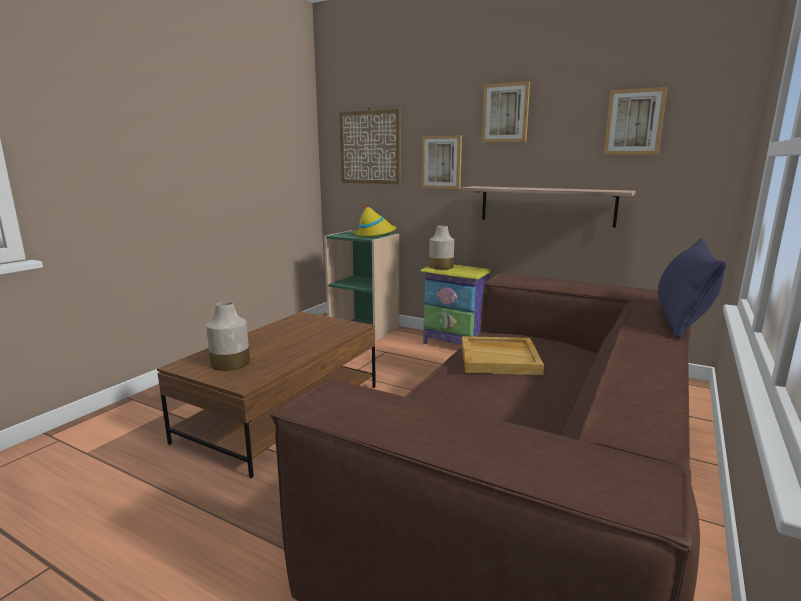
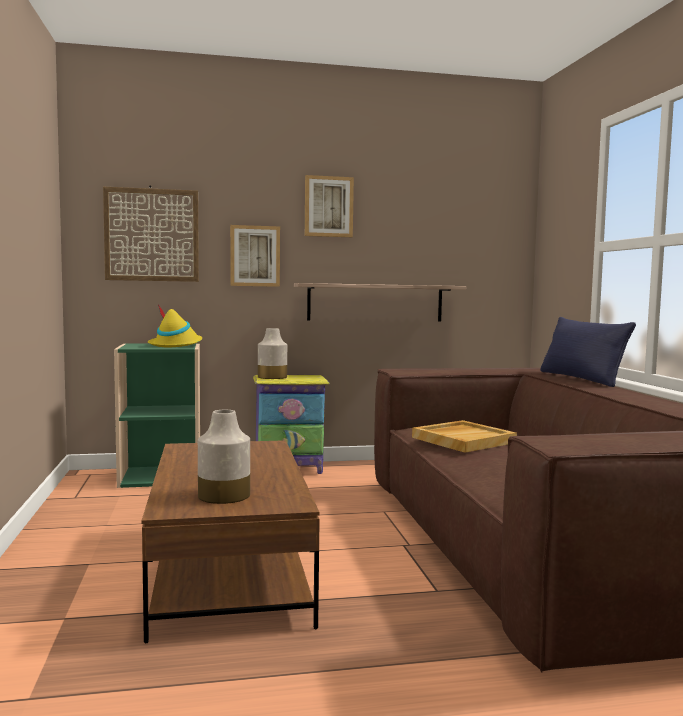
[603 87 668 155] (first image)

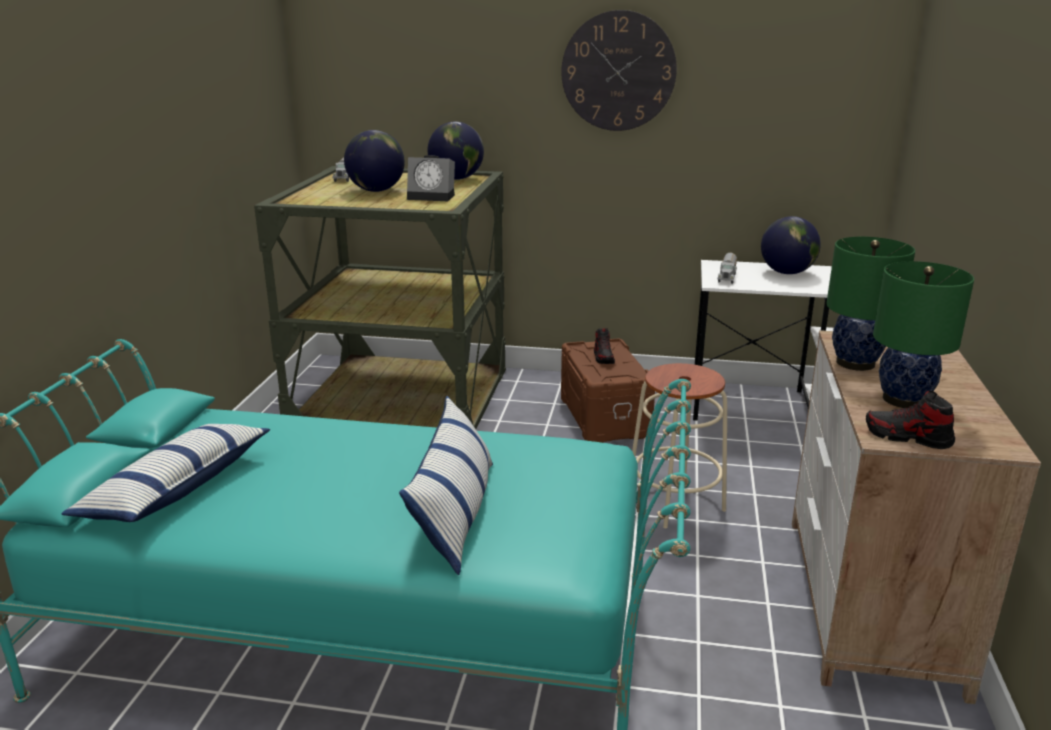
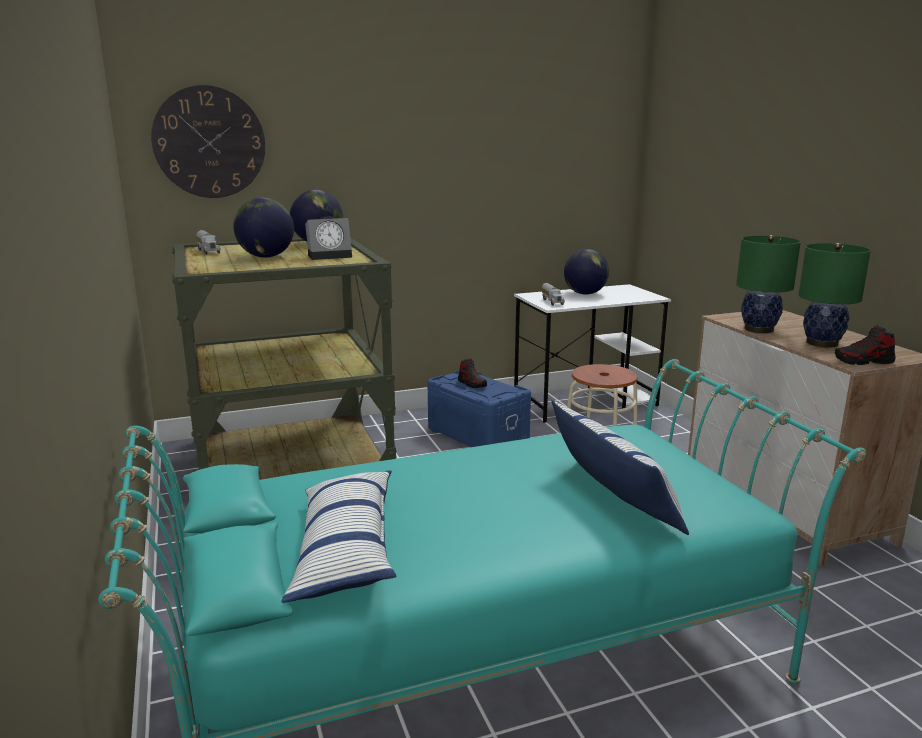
[151 85 265 198]
[428 371 531 447]

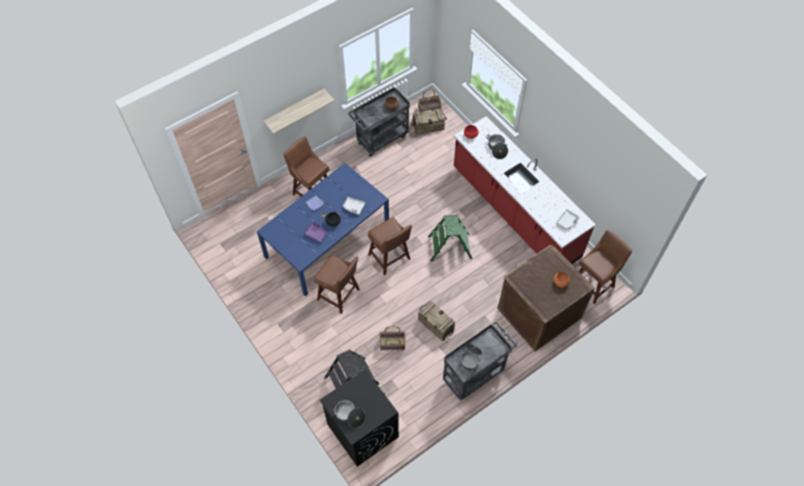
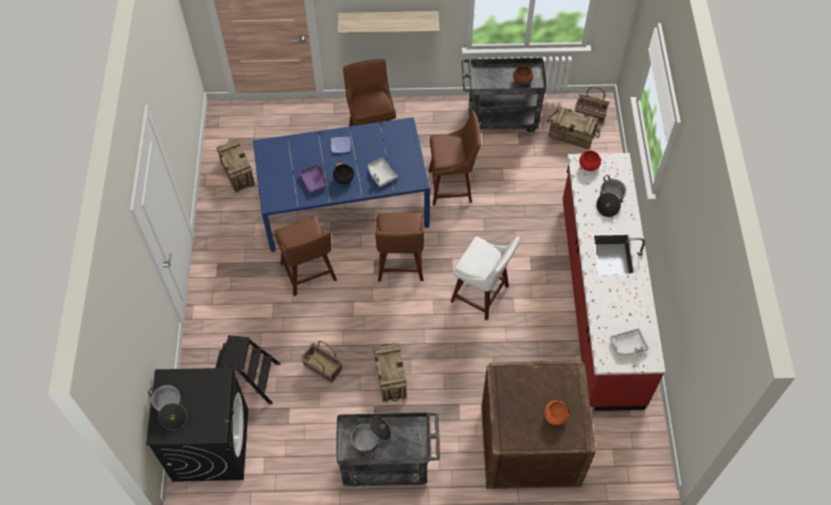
[216 140 255 193]
[429 111 481 206]
[451 236 520 320]

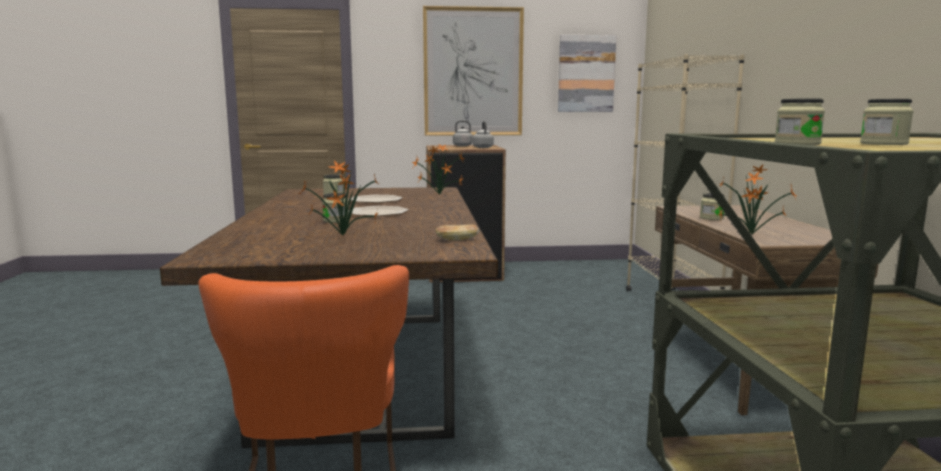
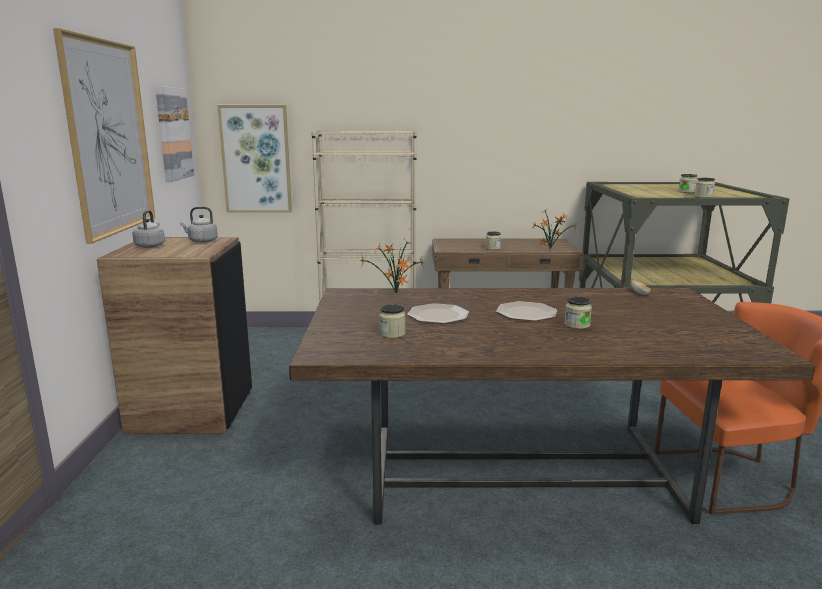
[218 105 292 213]
[299 160 379 236] (first image)

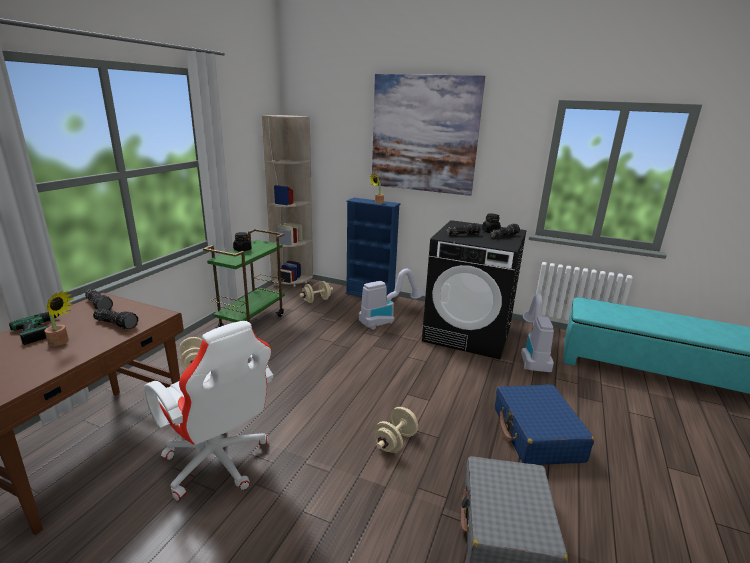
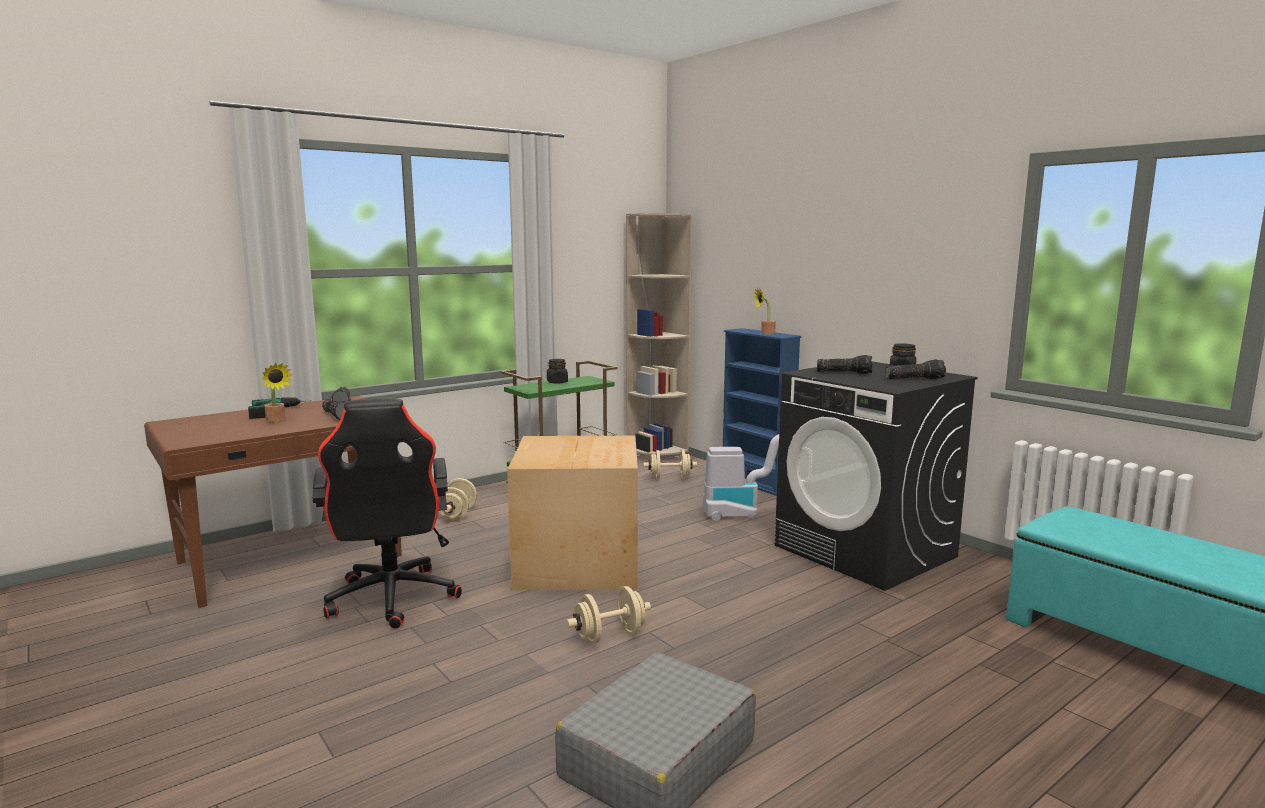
[313 398 462 629]
[507 436 638 590]
[372 74 485 196] (first image)
[495 385 594 465] (first image)
[521 293 554 372] (first image)

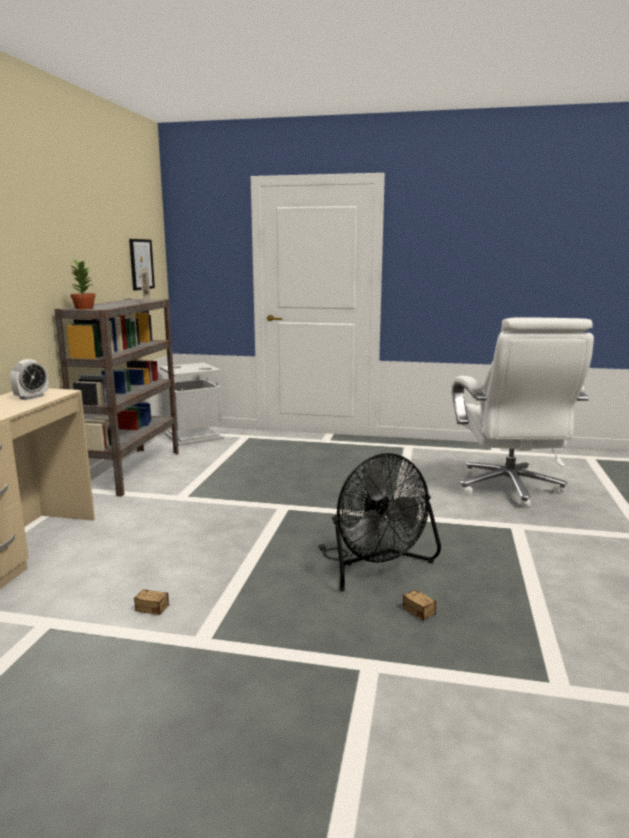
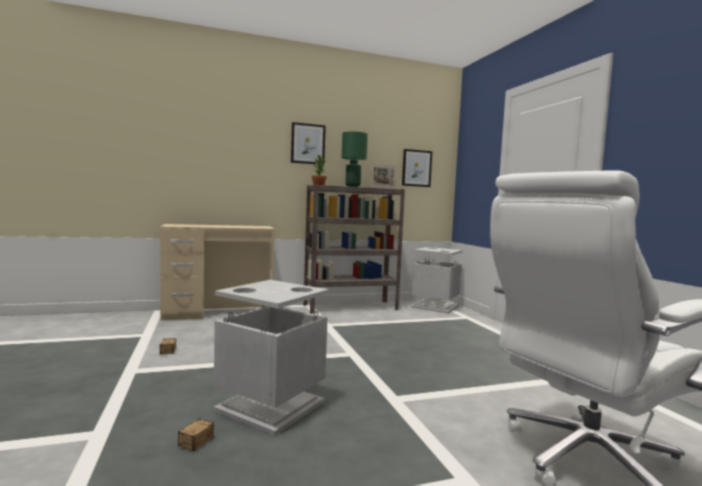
[214 280 329 436]
[291 122 326 164]
[342 131 368 187]
[10 359 48 400] (first image)

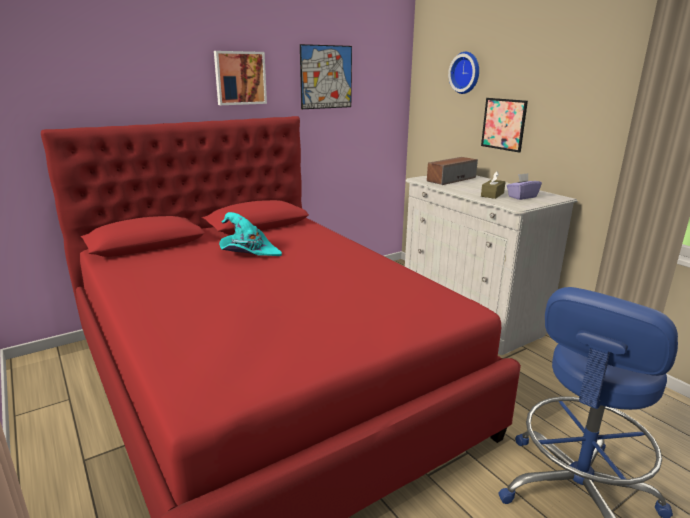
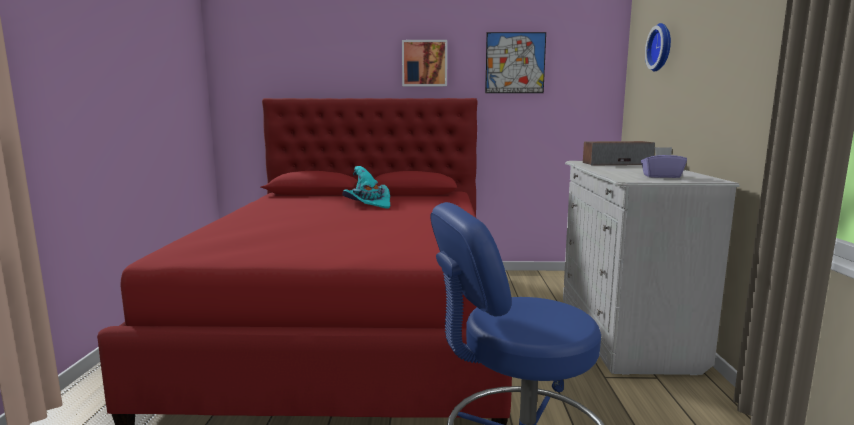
[481 98 528 152] (first image)
[481 171 506 199] (first image)

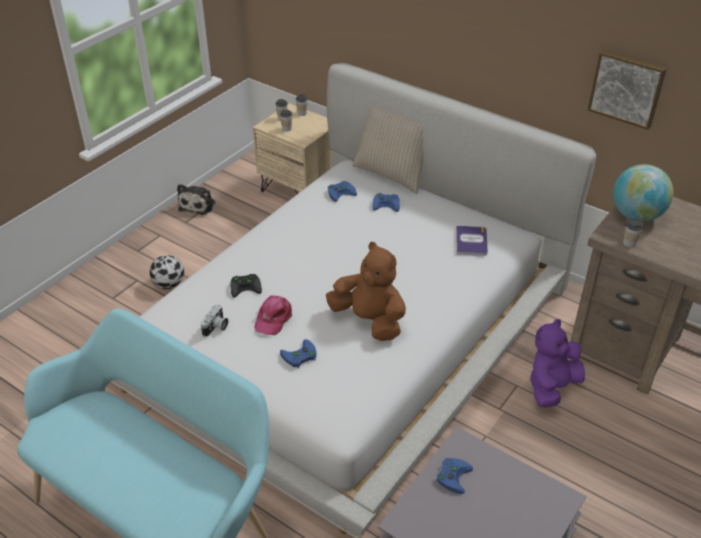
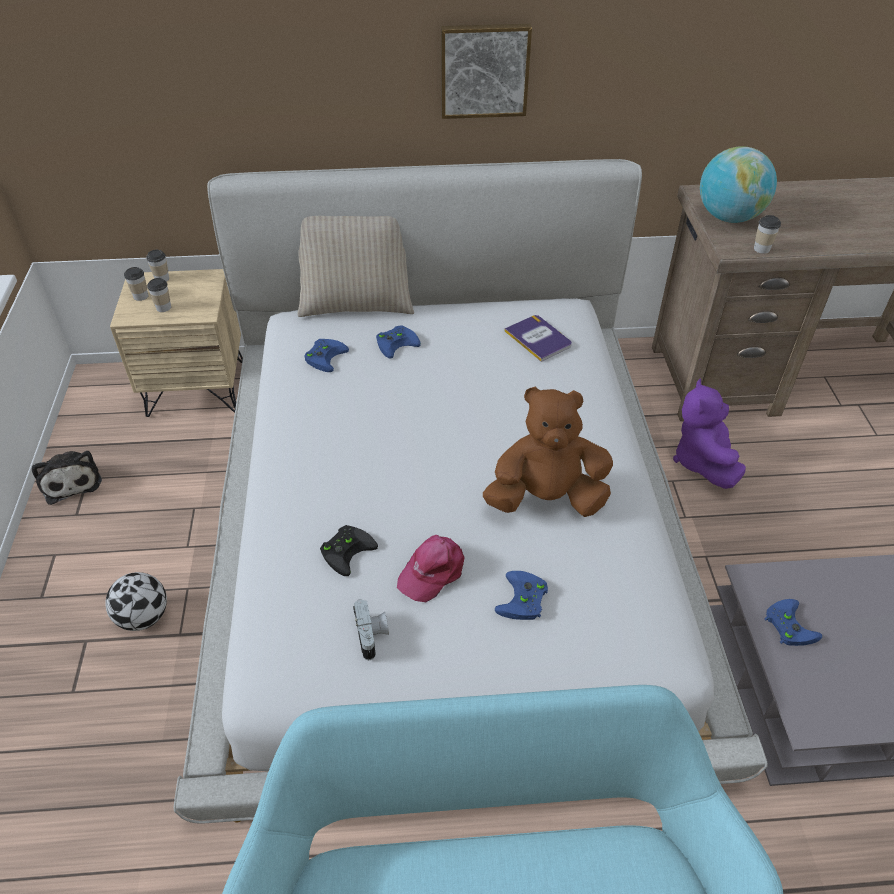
[397 535 465 602]
[441 24 532 119]

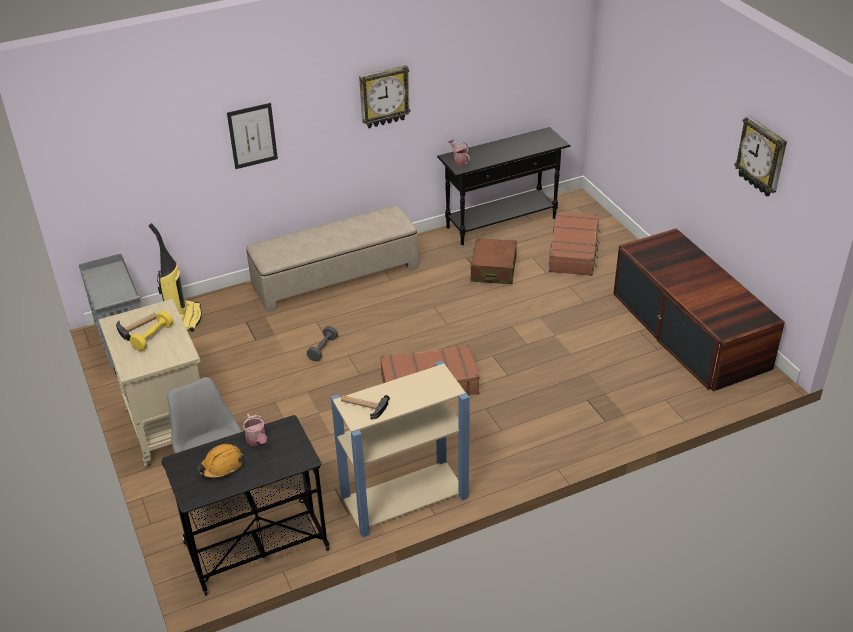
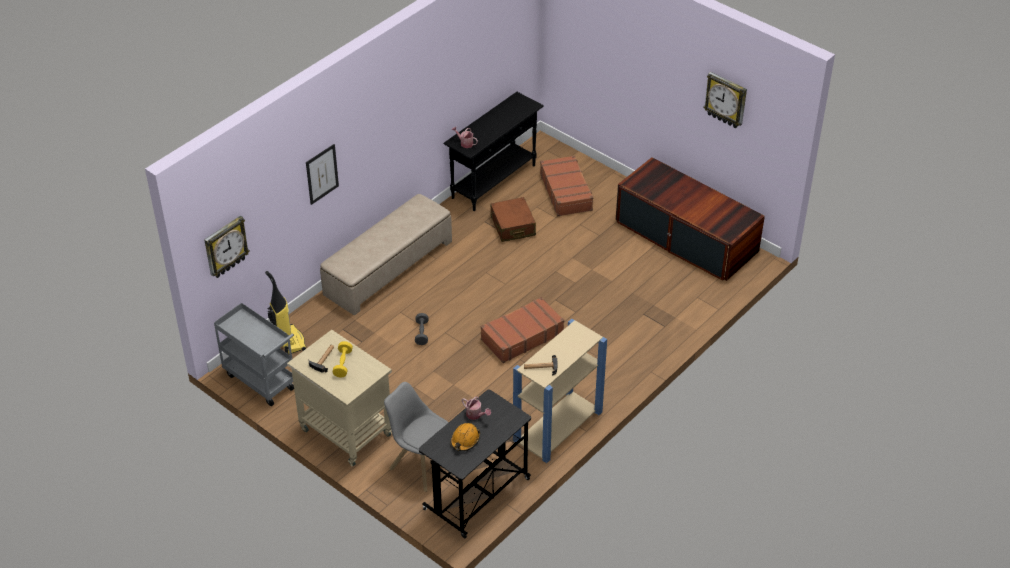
[204 216 250 278]

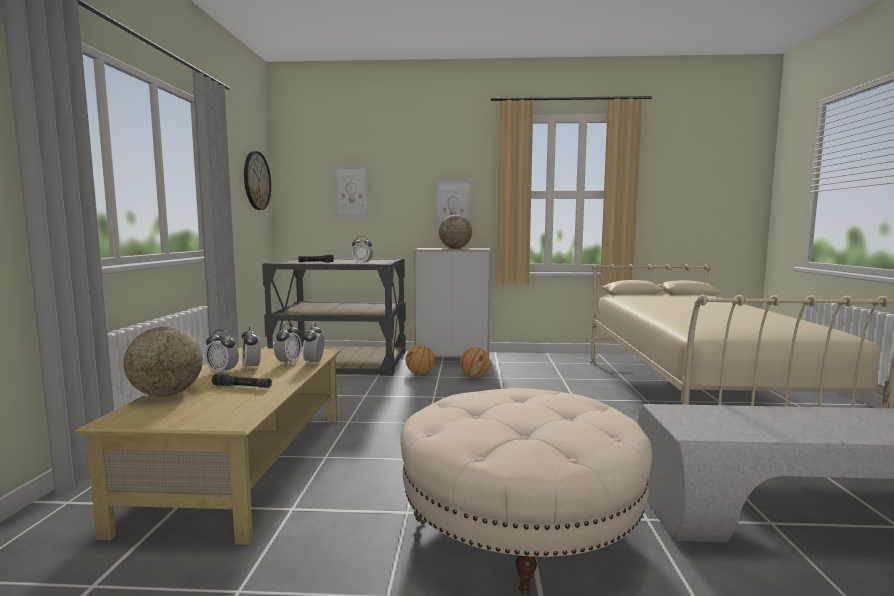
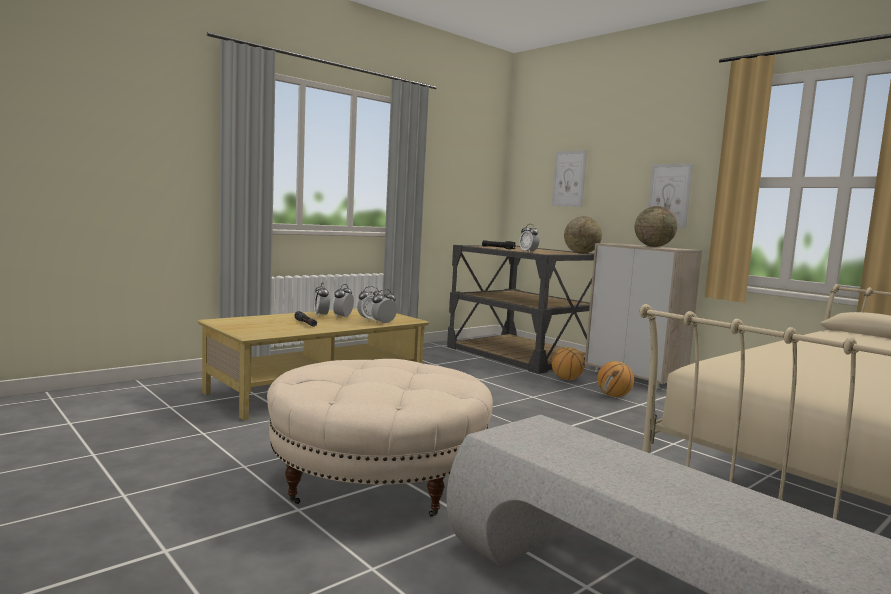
[564 216 602 254]
[244 151 271 210] (first image)

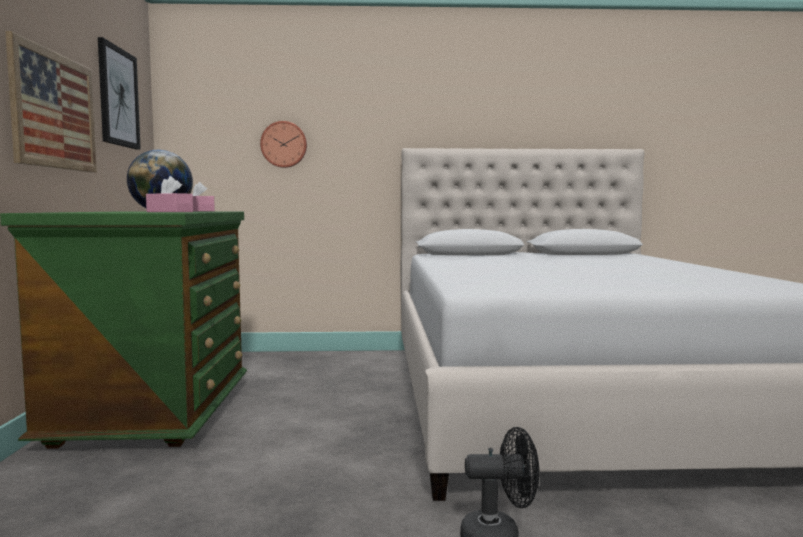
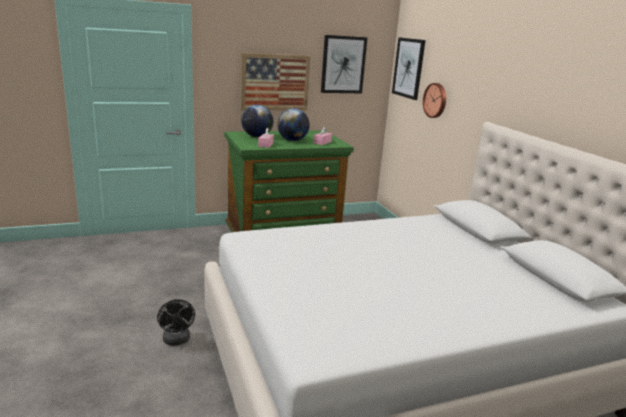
[241 105 273 137]
[392 37 426 100]

